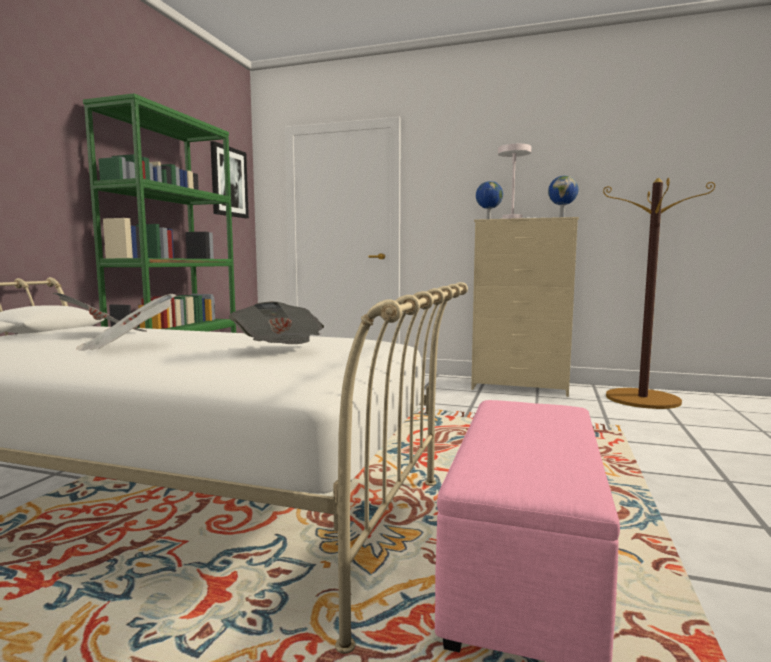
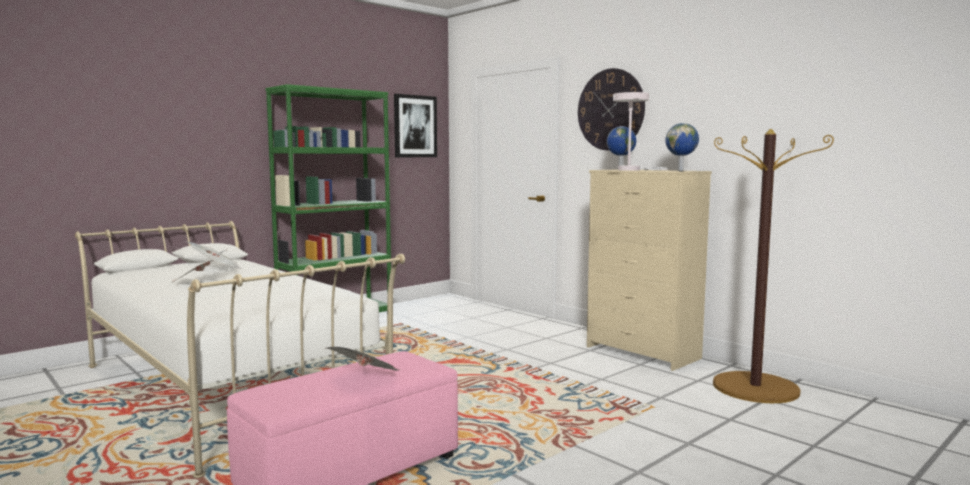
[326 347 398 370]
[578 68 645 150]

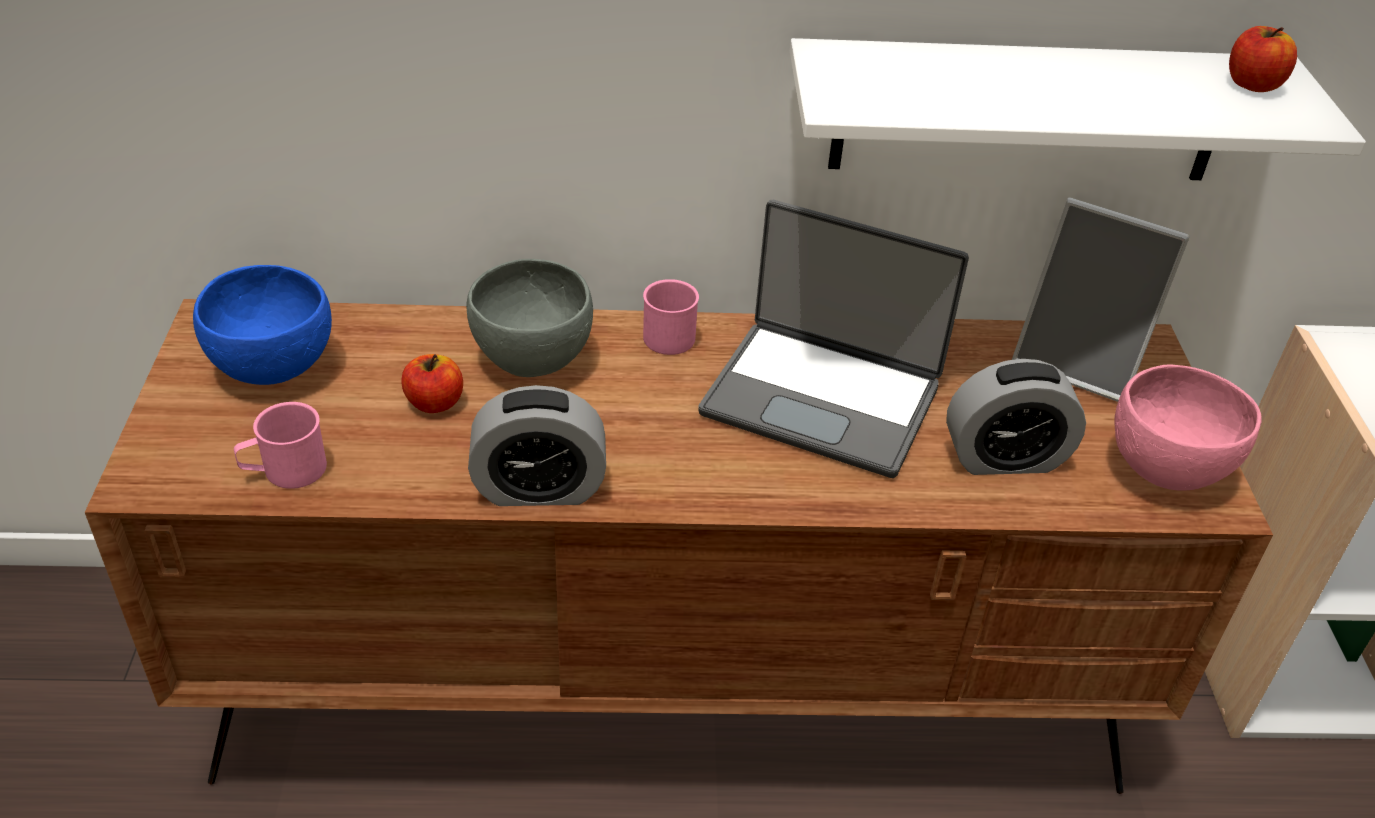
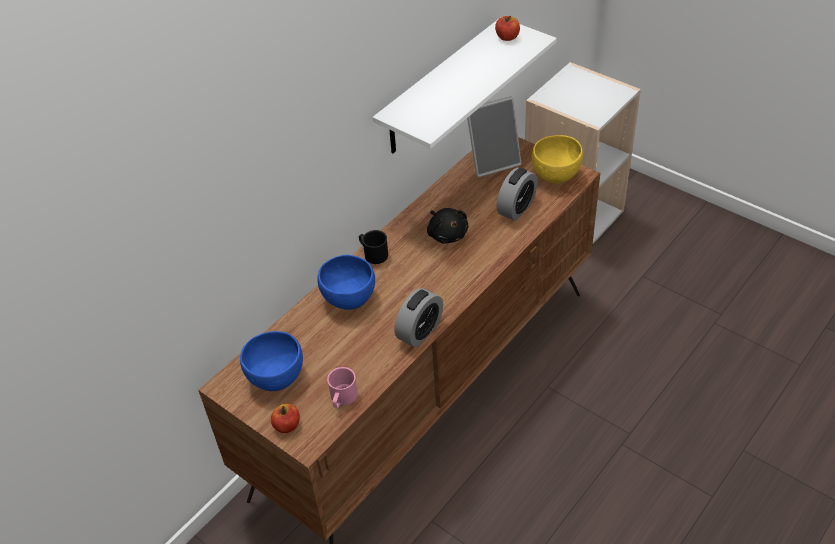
[271 403 300 433]
[317 255 375 310]
[359 230 388 264]
[427 208 468 244]
[532 135 583 183]

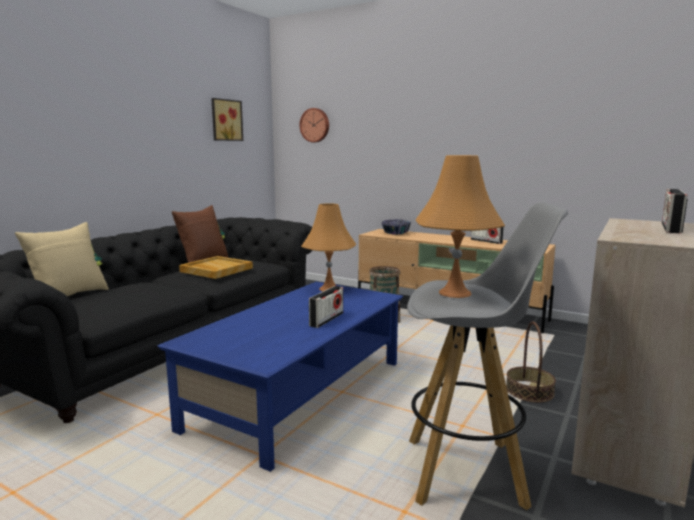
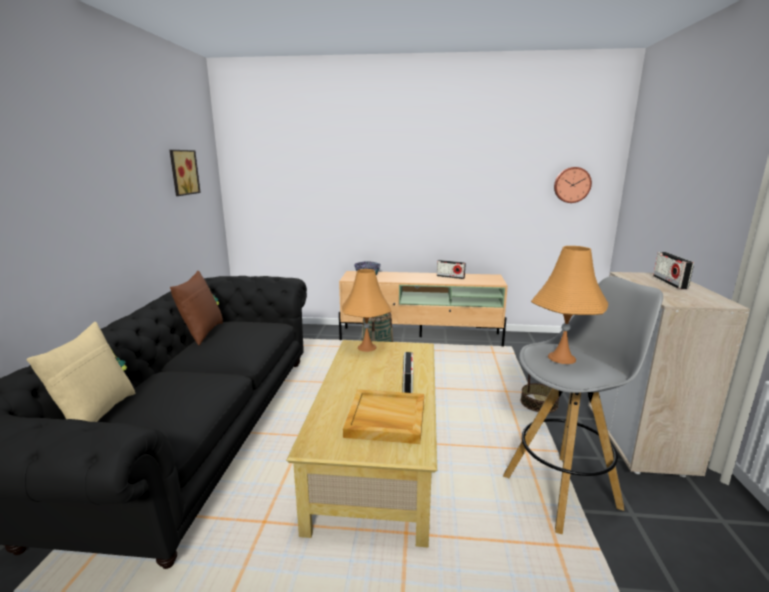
[286 340 437 548]
[343 389 424 444]
[554 167 592 203]

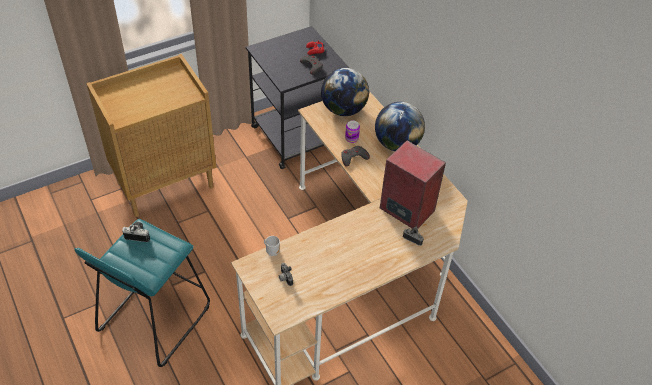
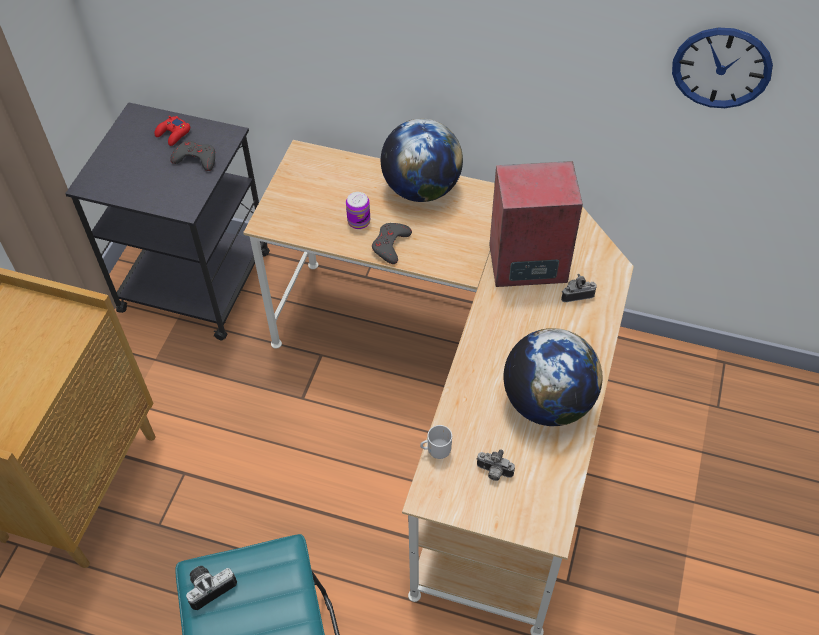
[504 328 602 426]
[672 28 773 108]

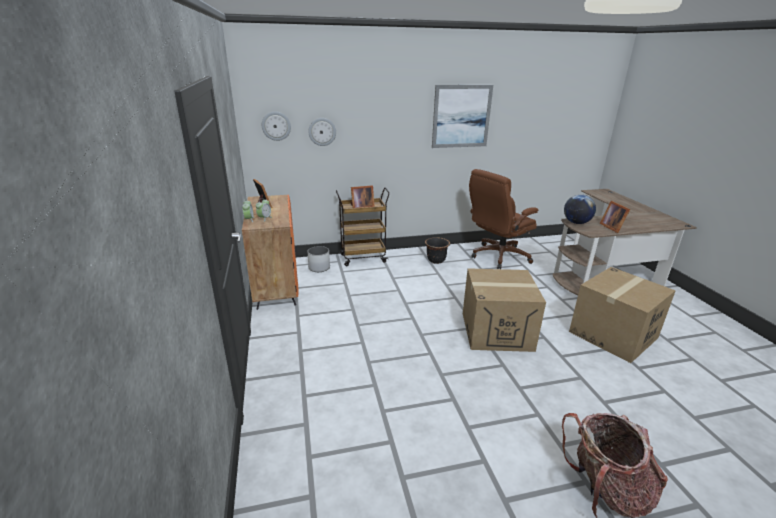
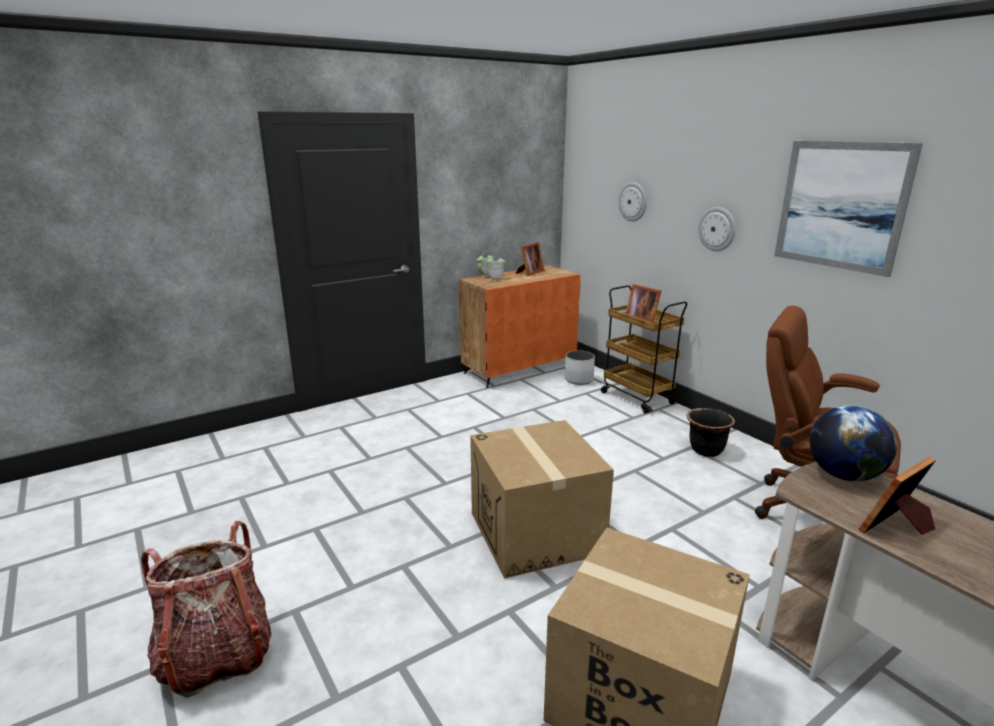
[698 207 736 251]

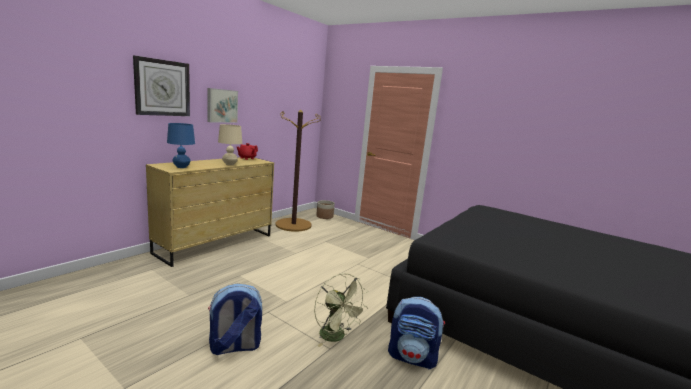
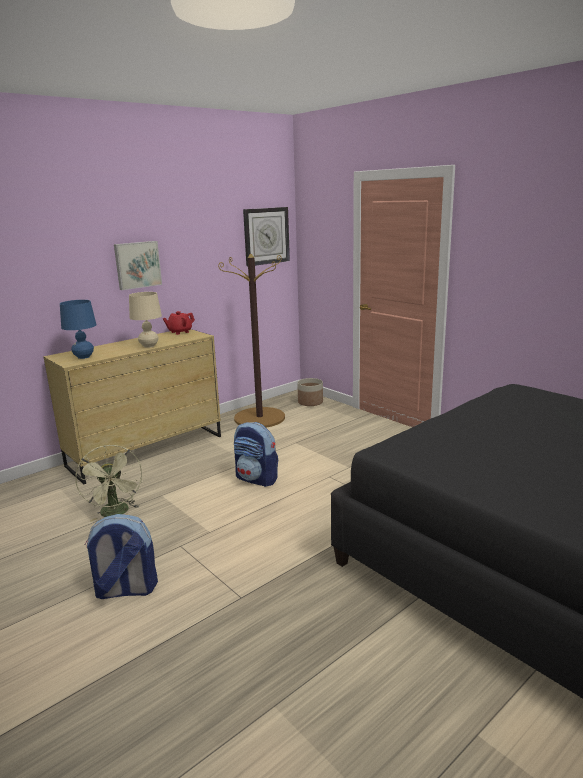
[76 445 143 522]
[234 422 278 487]
[243 207 290 266]

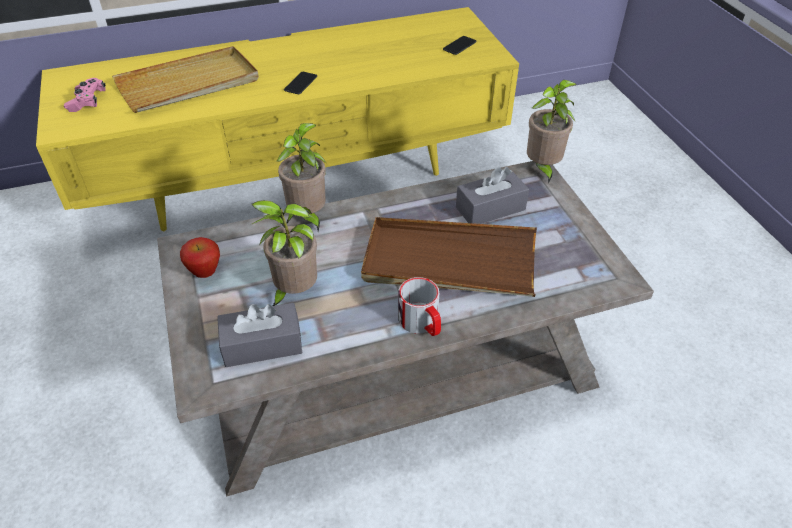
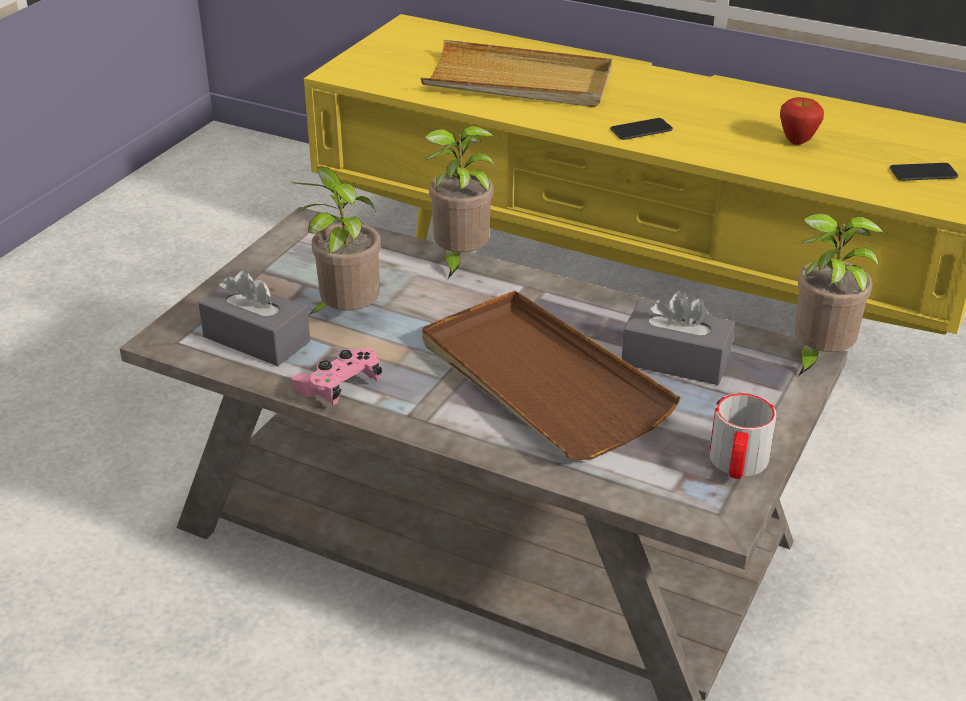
[291 348 382 405]
[709 393 776 479]
[780 97 824 145]

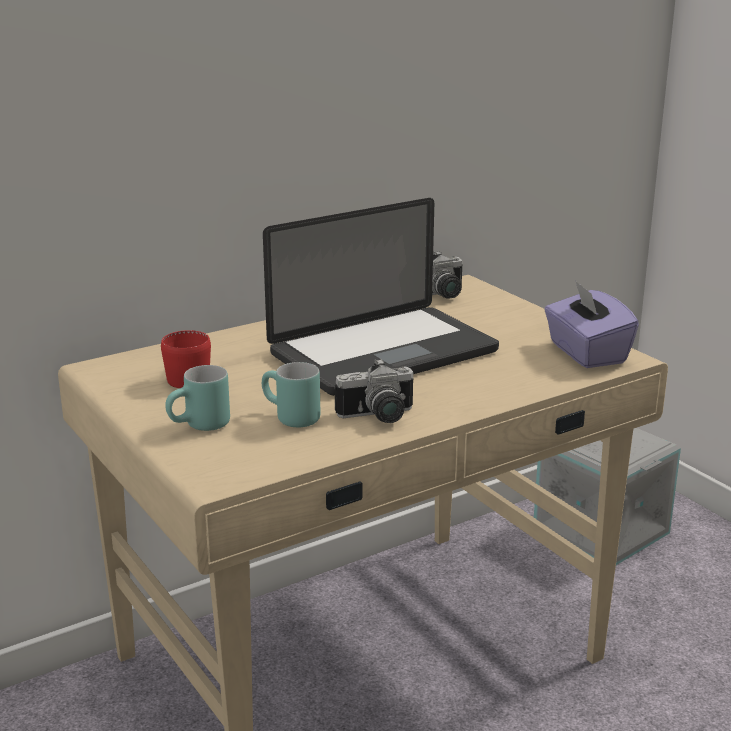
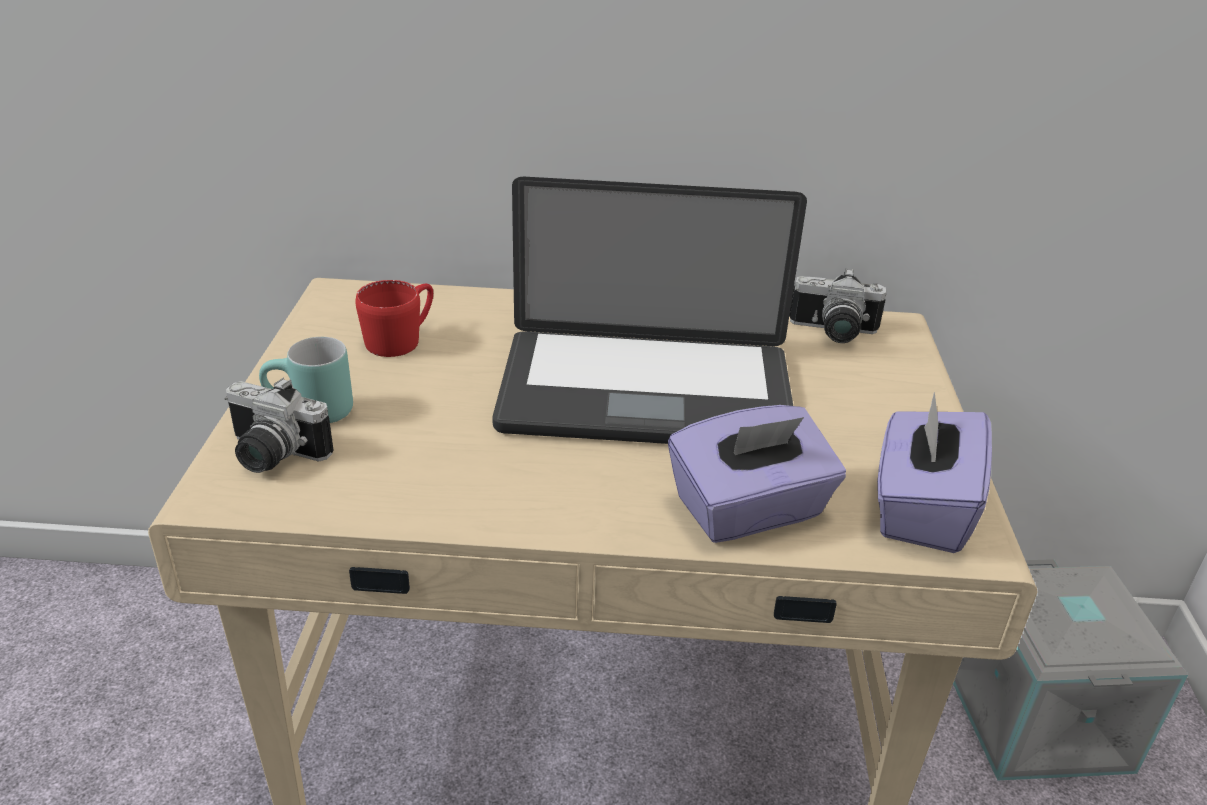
[225 378 334 473]
[668 405 846 543]
[262 362 320 428] (first image)

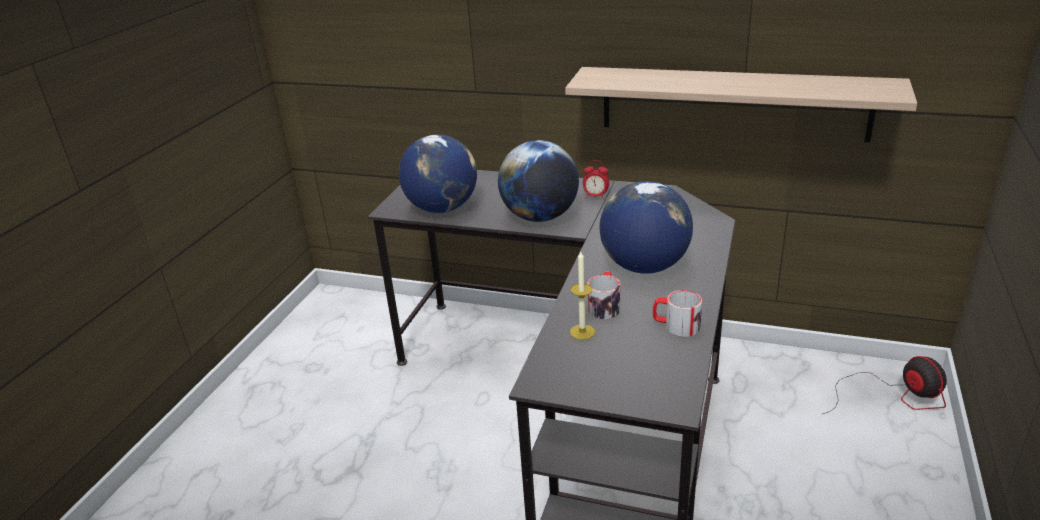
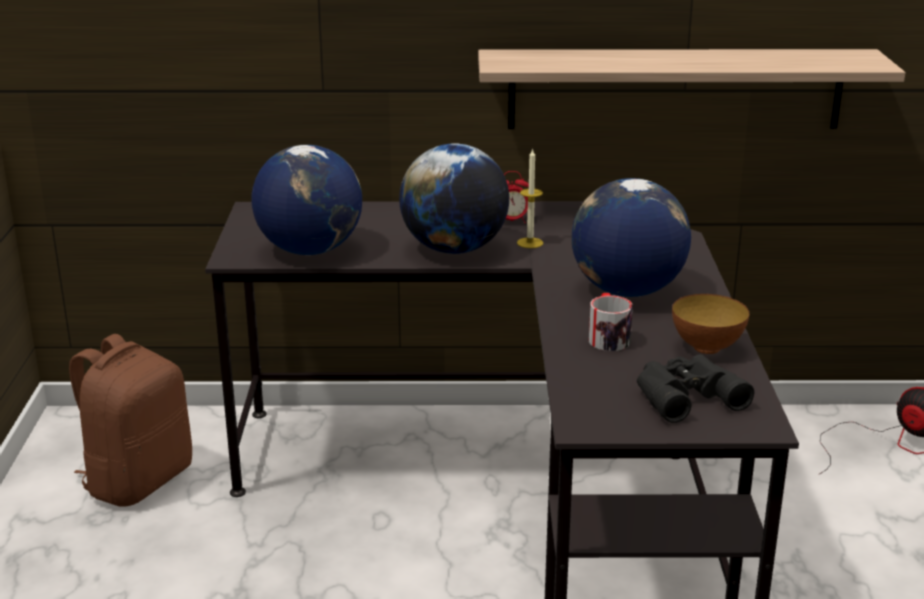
[69 334 192 506]
[517 148 543 248]
[637 354 755 423]
[672 294 749 354]

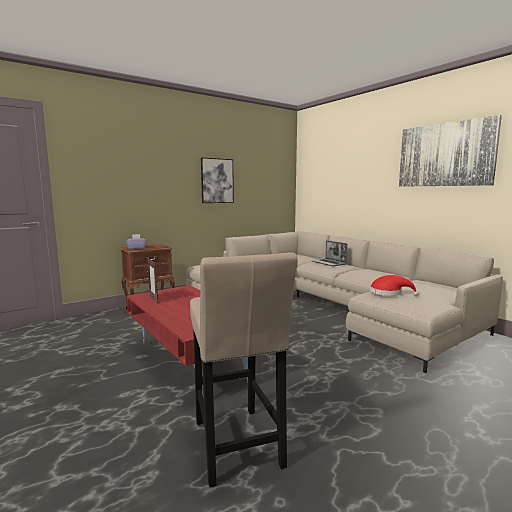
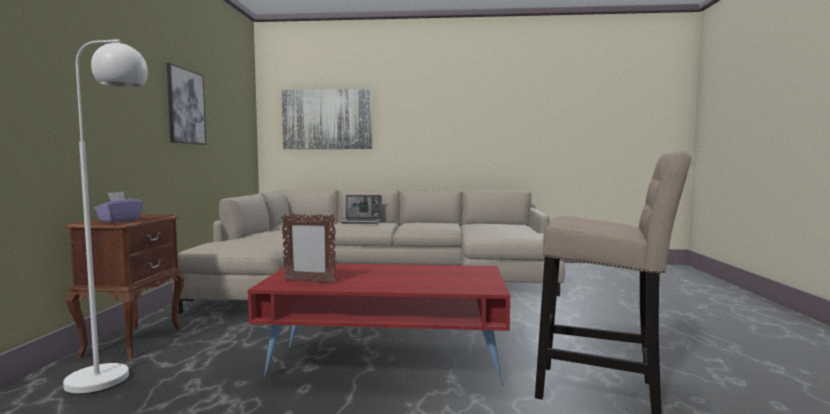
[63 39 148 394]
[282 89 372 149]
[370 275 418 296] (first image)

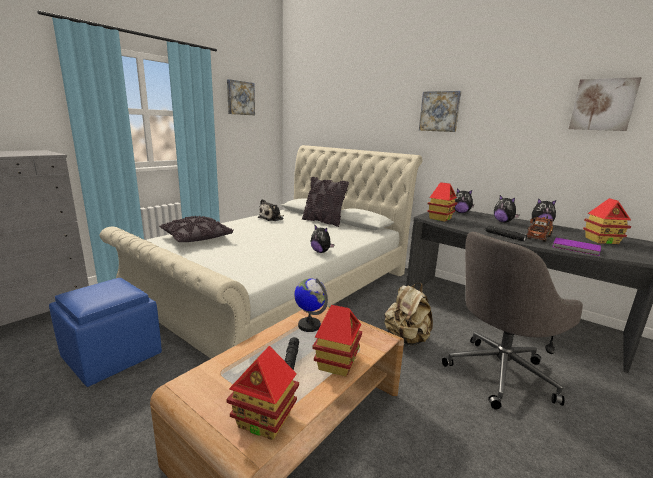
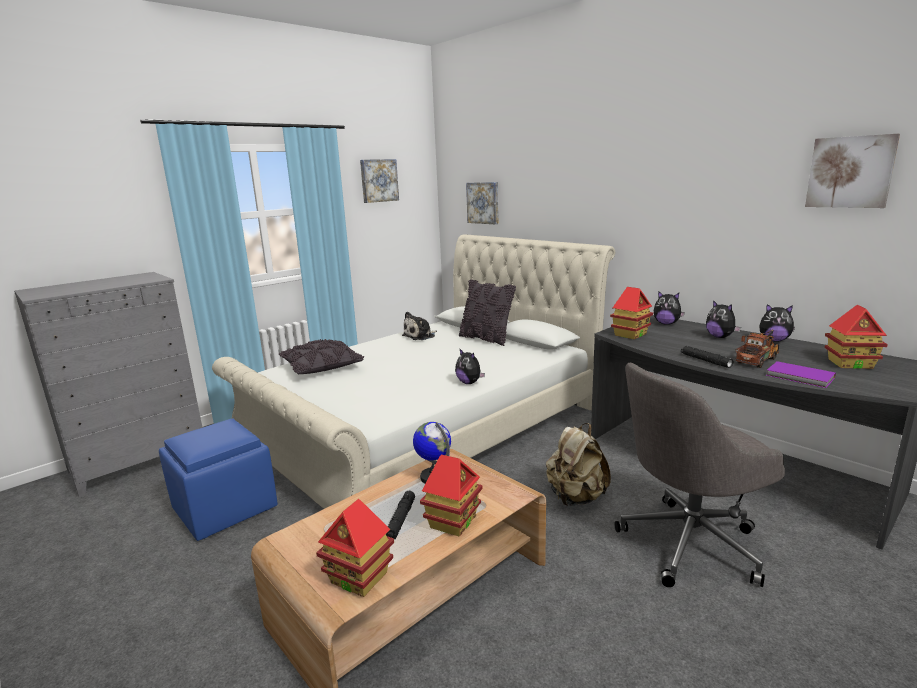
[466 182 499 224]

